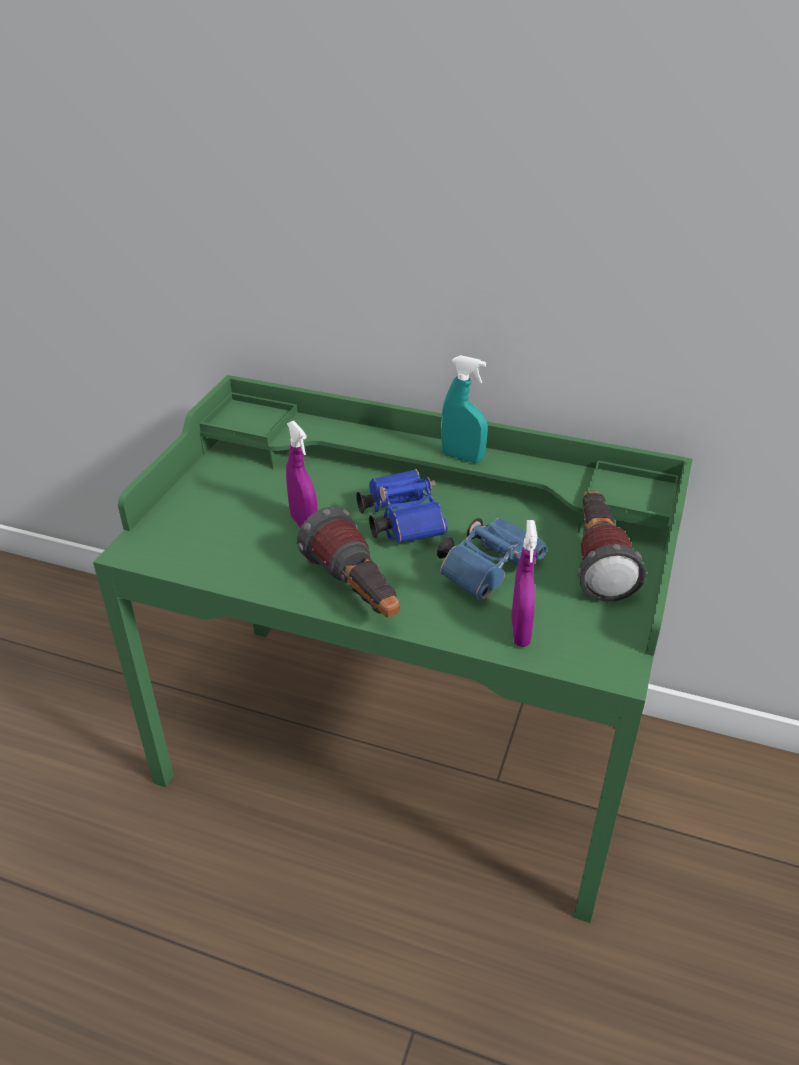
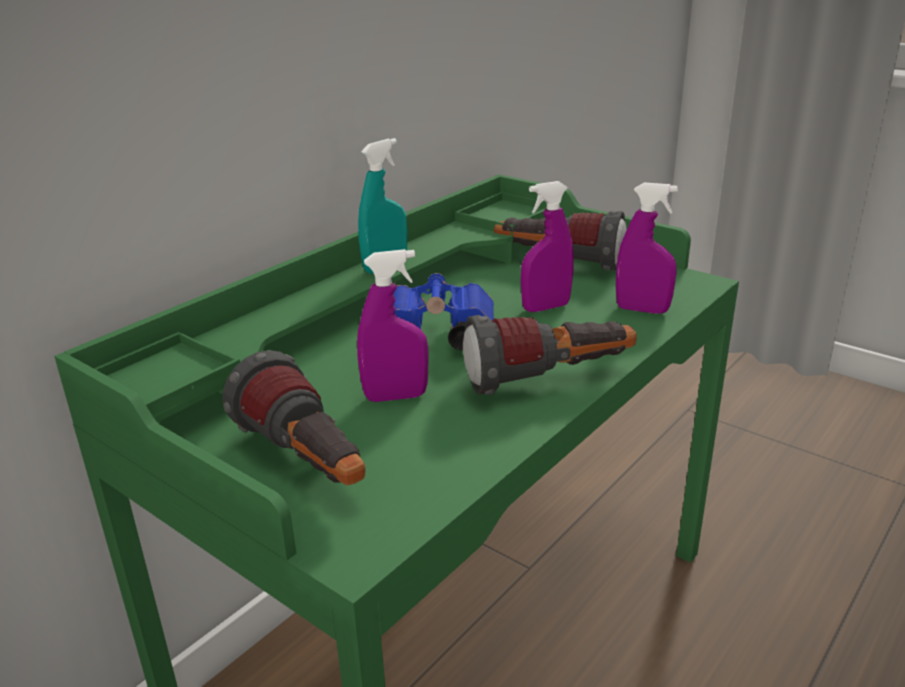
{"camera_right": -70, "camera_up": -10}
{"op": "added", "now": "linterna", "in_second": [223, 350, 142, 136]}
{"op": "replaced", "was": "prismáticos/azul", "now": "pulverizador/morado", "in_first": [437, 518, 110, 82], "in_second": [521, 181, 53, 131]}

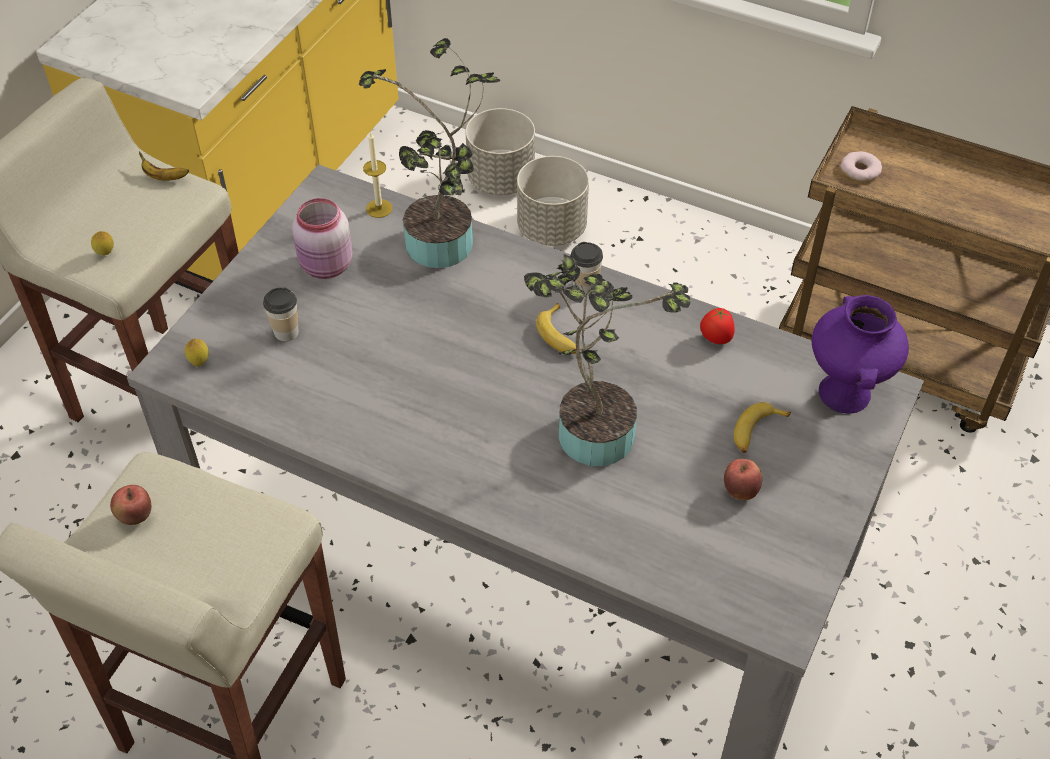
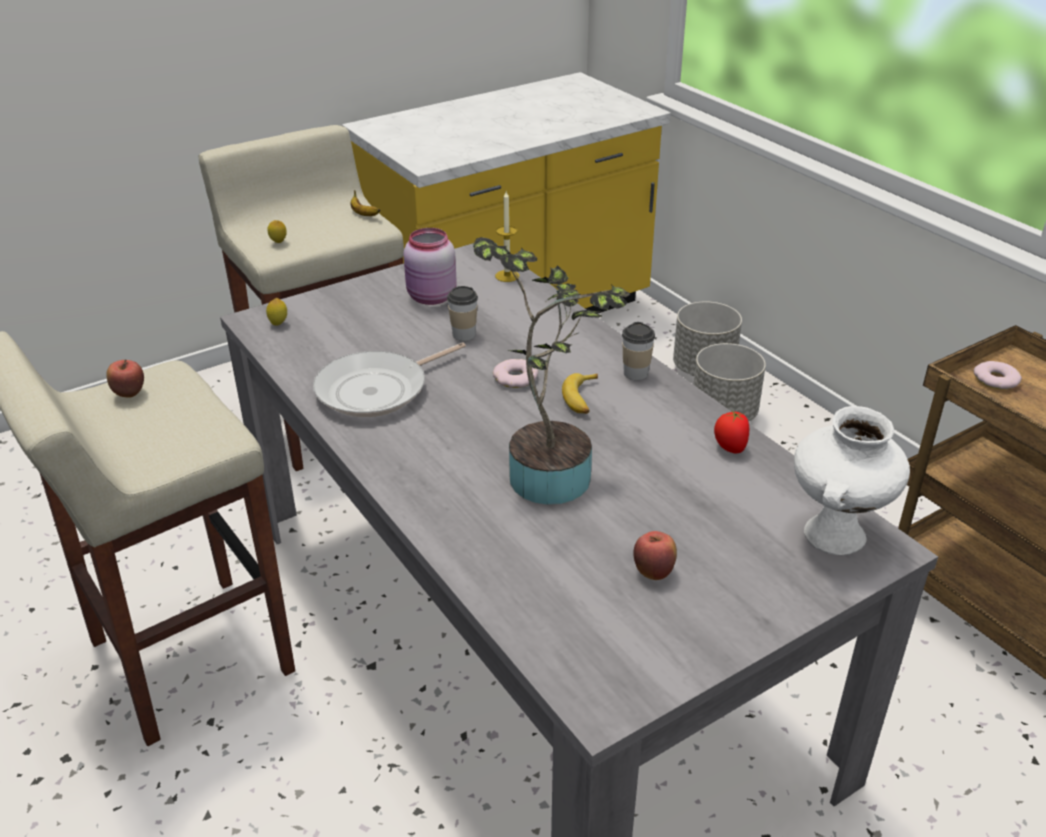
{"camera_right": 30, "camera_up": -15}
{"op": "added", "now": "sartén", "in_second": [313, 342, 153, 75]}
{"op": "moved", "was": "taza", "in_first": [263, 288, 36, 54], "in_second": [447, 286, 31, 55]}
{"op": "added", "now": "rosquilla", "in_second": [493, 359, 45, 29]}
{"op": "recoloured", "was": "florero/morado", "now": "florero/blanco", "in_first": [812, 295, 97, 119], "in_second": [794, 406, 116, 149]}
{"op": "removed", "was": "planta en maceta", "in_first": [359, 38, 141, 230]}
{"op": "removed", "was": "plátano", "in_first": [734, 402, 57, 51]}

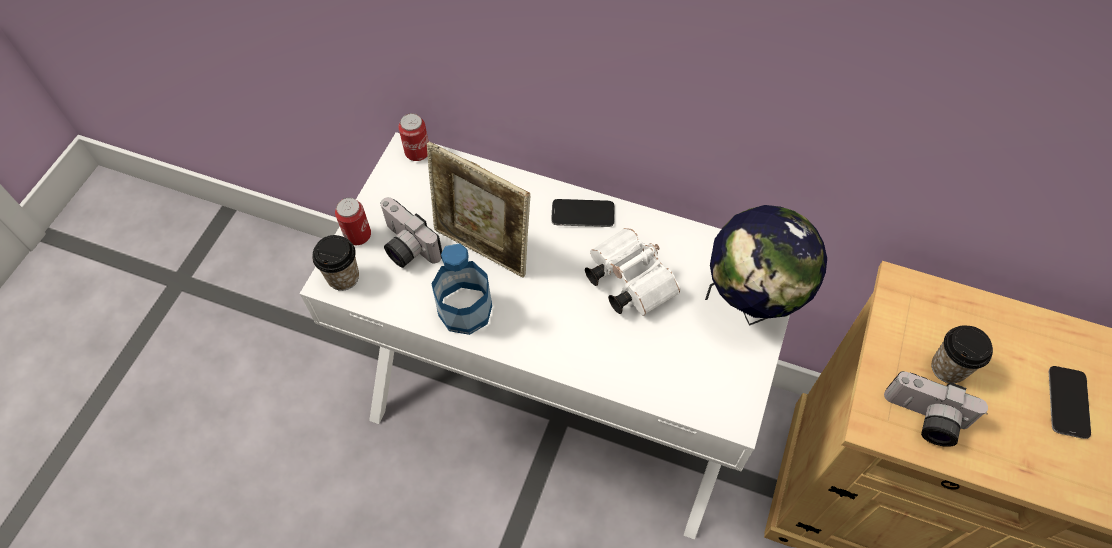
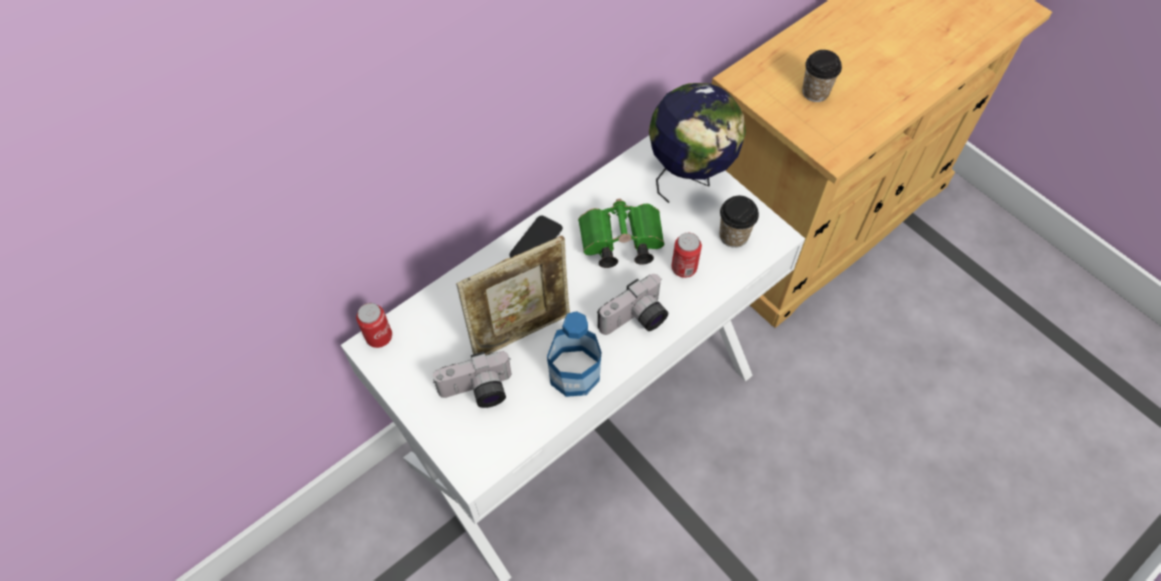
{"camera_right": -60, "camera_up": 0}
{"op": "recoloured", "was": "prismáticos/blanco", "now": "prismáticos/verde", "in_first": [585, 228, 96, 87], "in_second": [578, 199, 86, 69]}
{"op": "moved", "was": "cámara", "in_first": [884, 371, 104, 76], "in_second": [597, 274, 71, 61]}
{"op": "moved", "was": "lata", "in_first": [335, 198, 36, 47], "in_second": [671, 233, 31, 45]}
{"op": "moved", "was": "taza", "in_first": [312, 235, 47, 56], "in_second": [719, 196, 40, 52]}
{"op": "removed", "was": "móvil", "in_first": [1049, 366, 42, 73]}

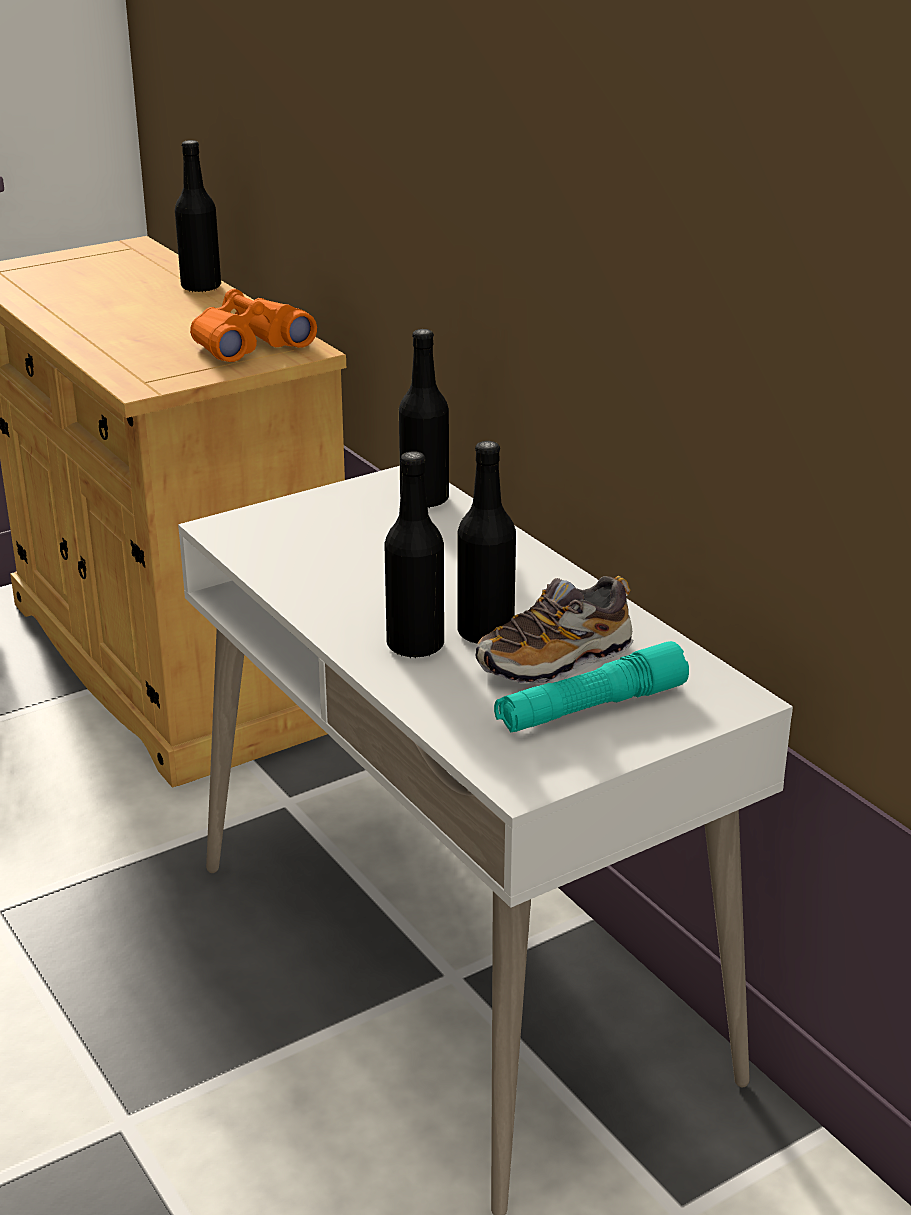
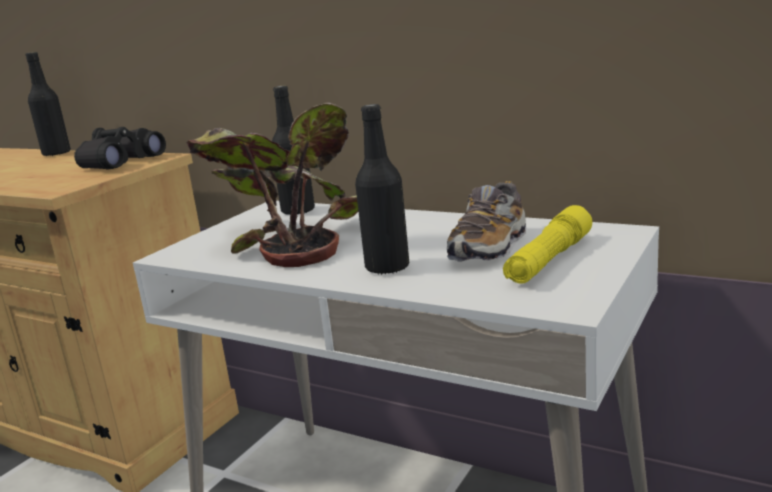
{"camera_right": -25, "camera_up": -10}
{"op": "recoloured", "was": "prismáticos/naranja", "now": "prismáticos/negro", "in_first": [190, 289, 127, 73], "in_second": [74, 127, 92, 43]}
{"op": "added", "now": "planta en maceta", "in_second": [187, 103, 171, 164]}
{"op": "recoloured", "was": "linterna/turquesa", "now": "linterna/amarillo", "in_first": [494, 641, 195, 92], "in_second": [503, 205, 89, 79]}
{"op": "removed", "was": "botella/negro", "in_first": [457, 441, 59, 202]}

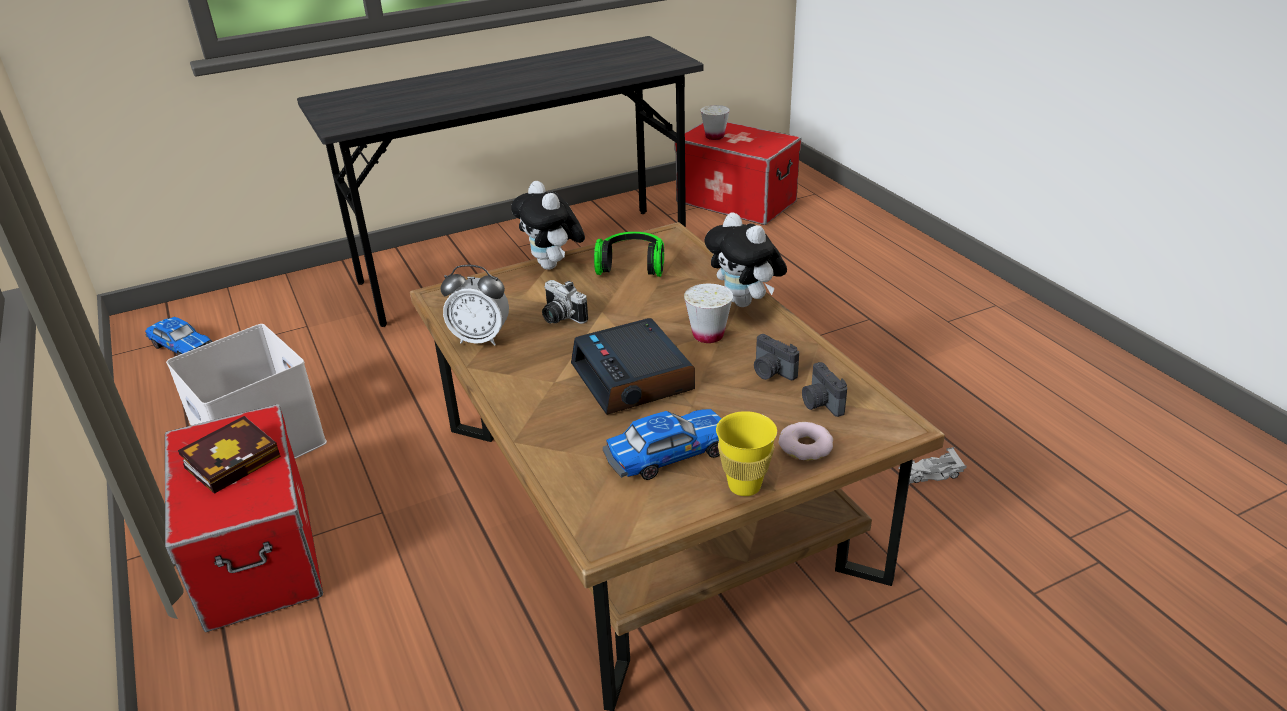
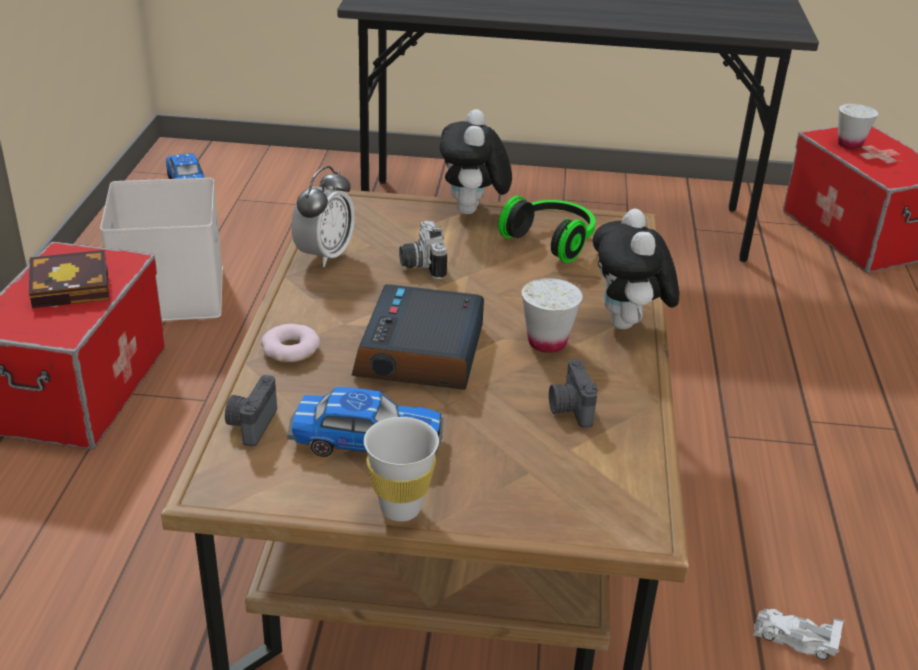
{"camera_right": 30, "camera_up": 0}
{"op": "moved", "was": "cámara", "in_first": [802, 362, 45, 55], "in_second": [225, 375, 52, 72]}
{"op": "moved", "was": "rosquilla", "in_first": [779, 422, 54, 38], "in_second": [261, 324, 59, 38]}
{"op": "turned", "was": "despertador", "in_first": [440, 265, 69, 81], "in_second": [291, 166, 64, 101], "clockwise": -105}
{"op": "recoloured", "was": "taza/amarillo", "now": "taza/blanco", "in_first": [716, 411, 61, 85], "in_second": [364, 417, 75, 105]}

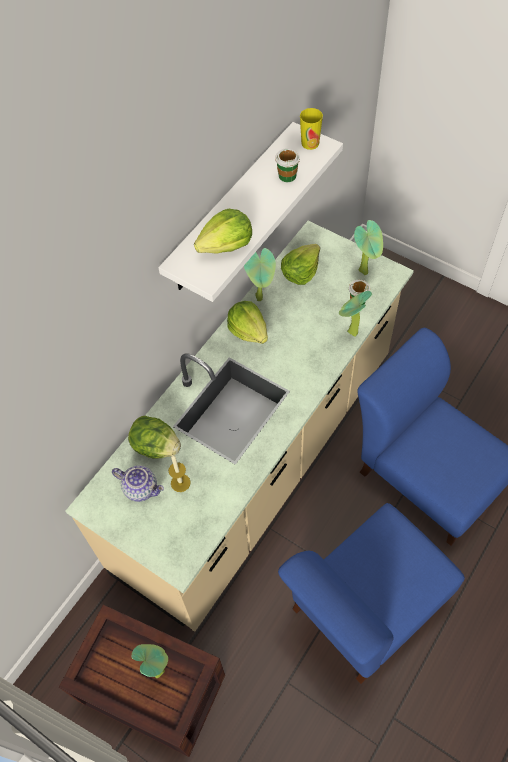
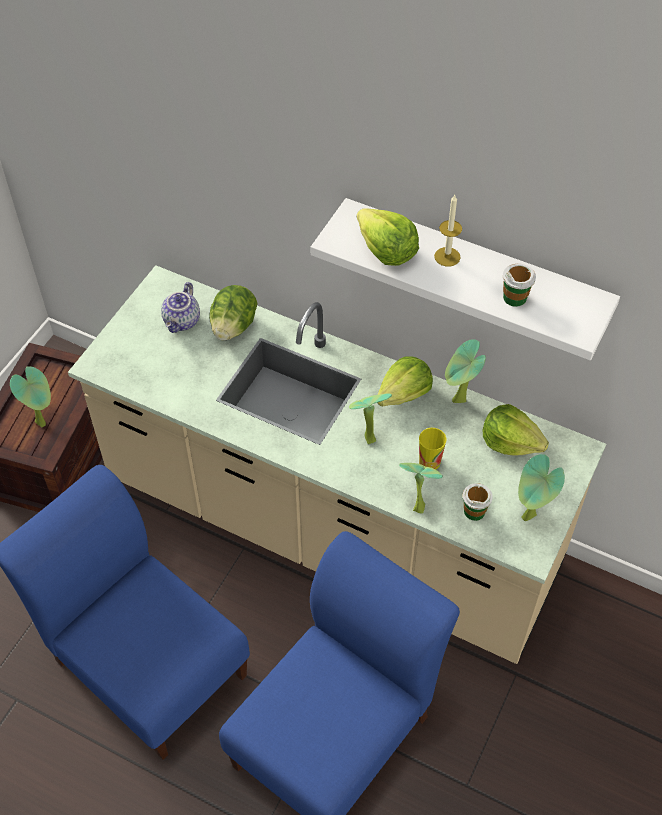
{"camera_right": 80, "camera_up": -5}
{"op": "added", "now": "planta en maceta", "in_second": [349, 393, 43, 51]}
{"op": "moved", "was": "taza", "in_first": [300, 108, 23, 42], "in_second": [419, 428, 27, 42]}
{"op": "moved", "was": "vela", "in_first": [168, 455, 23, 37], "in_second": [434, 195, 28, 72]}

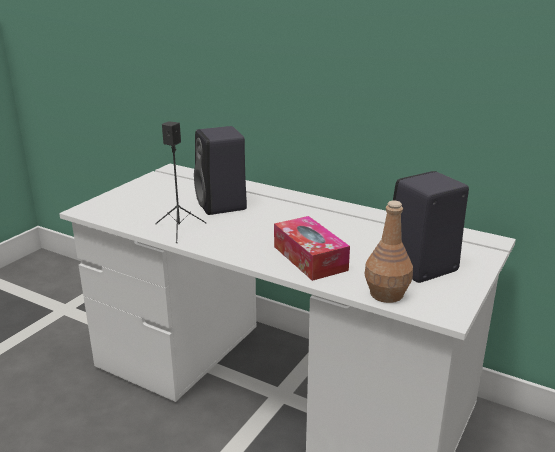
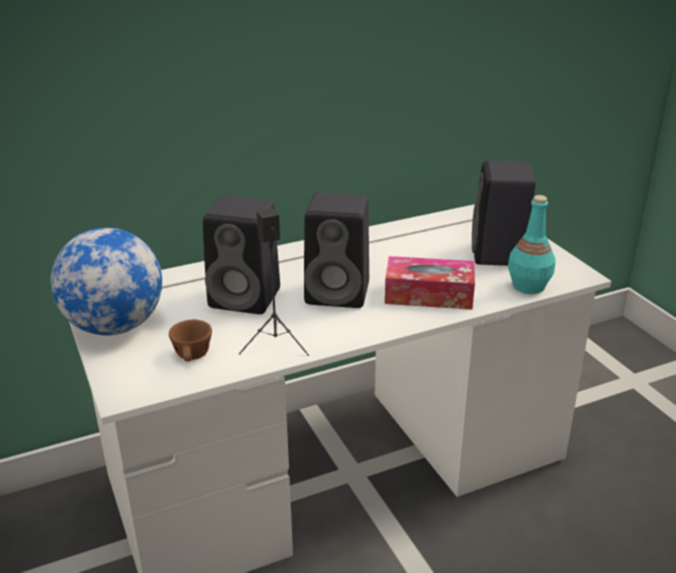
{"camera_right": -55, "camera_up": 5}
{"op": "added", "now": "globo terráqueo", "in_second": [51, 228, 111, 108]}
{"op": "added", "now": "taza/marrón", "in_second": [169, 320, 43, 42]}
{"op": "added", "now": "altavoz/negro", "in_second": [304, 192, 65, 116]}
{"op": "recoloured", "was": "botella/marrón", "now": "botella/turquesa", "in_first": [365, 200, 48, 103], "in_second": [508, 195, 48, 99]}

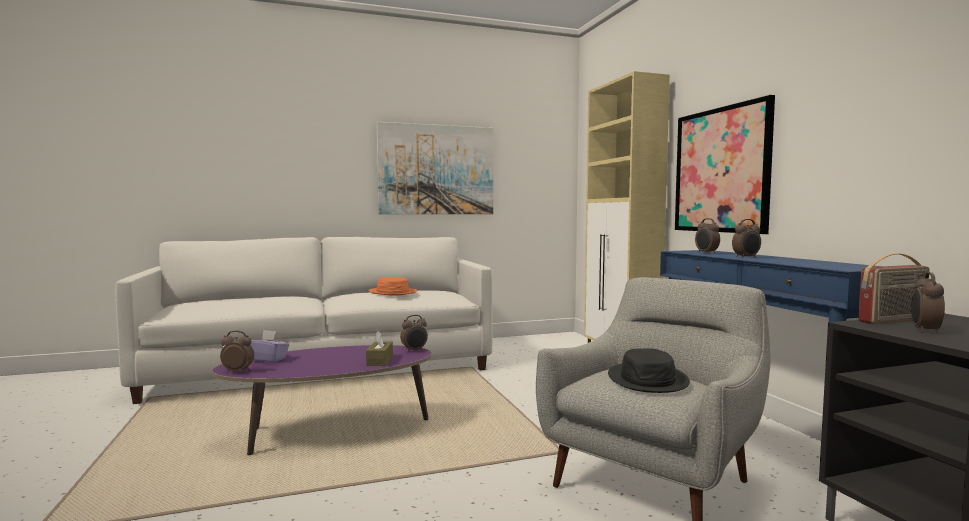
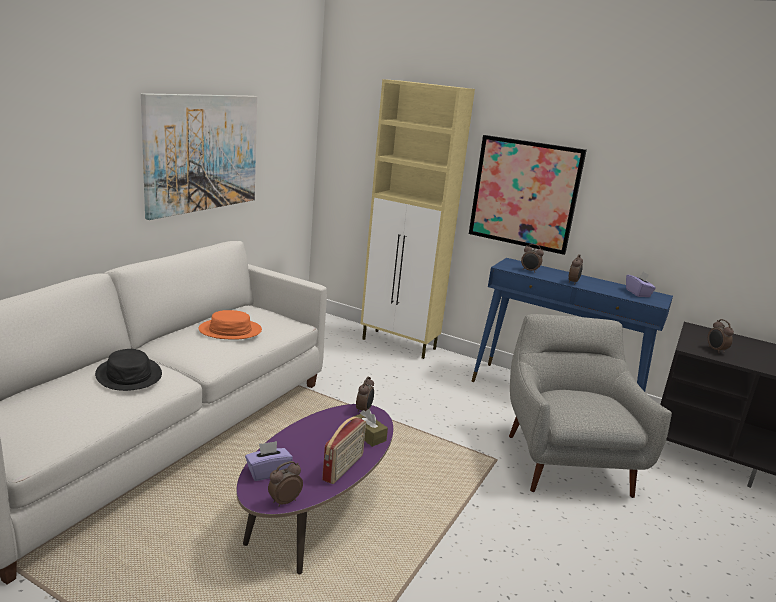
{"camera_right": -45, "camera_up": 15}
{"op": "moved", "was": "sombrero/negro", "in_first": [608, 348, 82, 45], "in_second": [95, 349, 67, 42]}
{"op": "moved", "was": "radio", "in_first": [858, 253, 72, 71], "in_second": [322, 417, 44, 67]}
{"op": "added", "now": "caja de pañuelos/morado", "in_second": [626, 271, 30, 26]}

